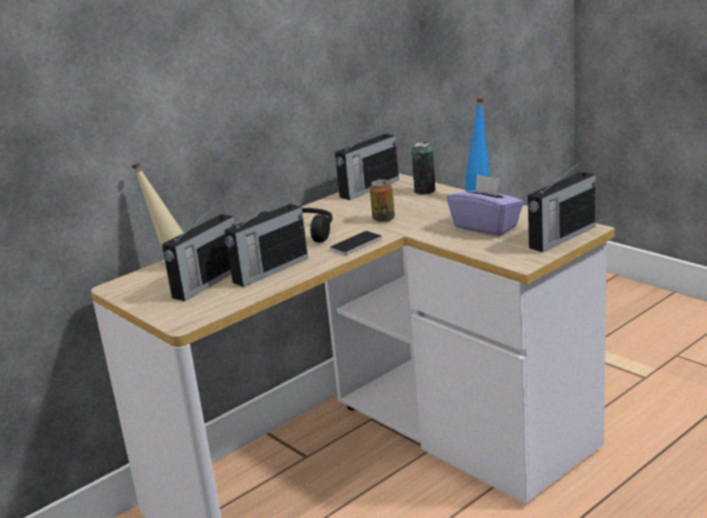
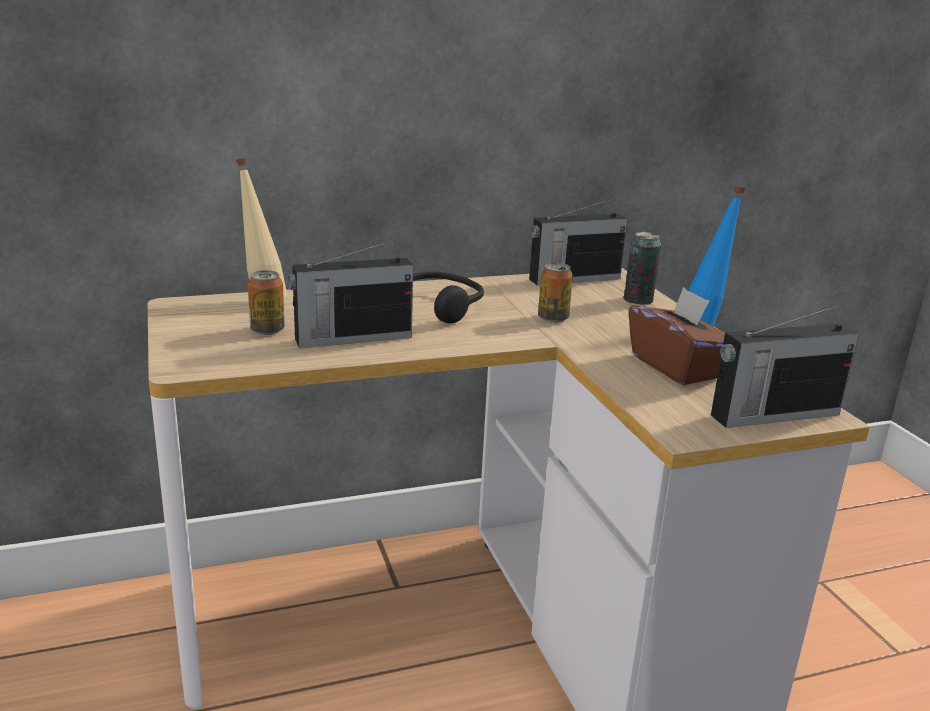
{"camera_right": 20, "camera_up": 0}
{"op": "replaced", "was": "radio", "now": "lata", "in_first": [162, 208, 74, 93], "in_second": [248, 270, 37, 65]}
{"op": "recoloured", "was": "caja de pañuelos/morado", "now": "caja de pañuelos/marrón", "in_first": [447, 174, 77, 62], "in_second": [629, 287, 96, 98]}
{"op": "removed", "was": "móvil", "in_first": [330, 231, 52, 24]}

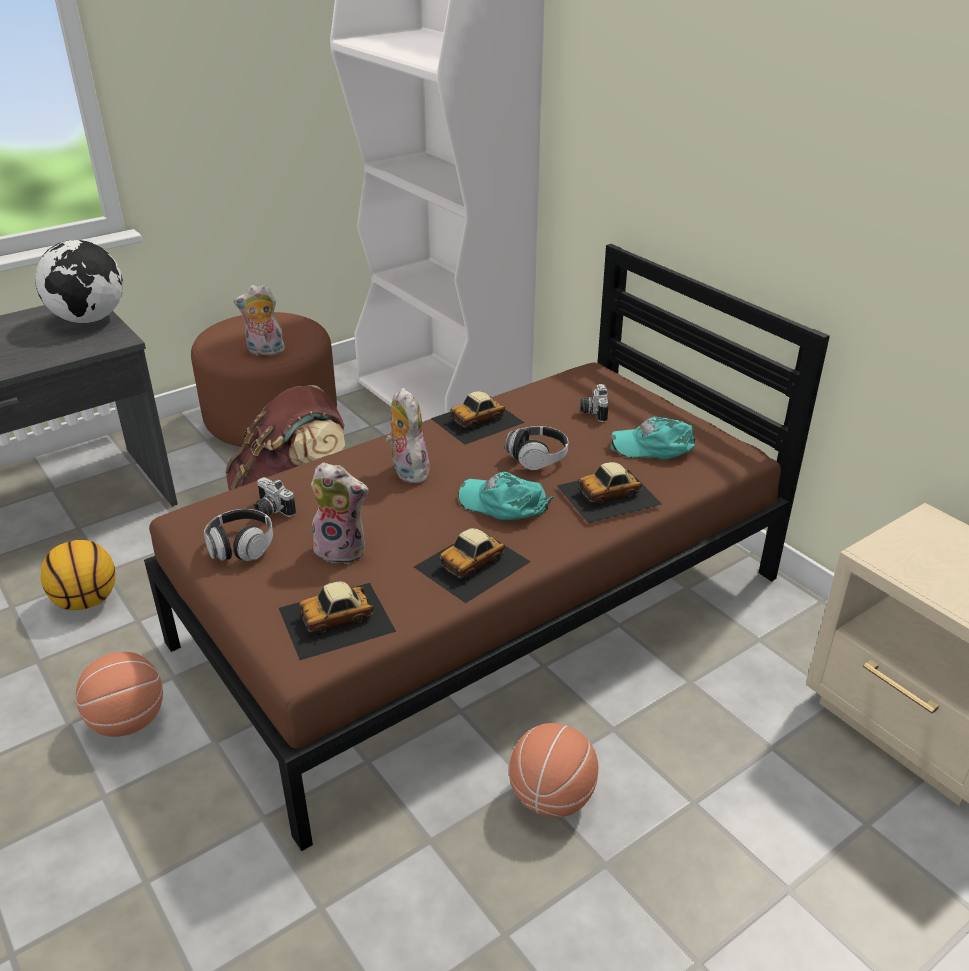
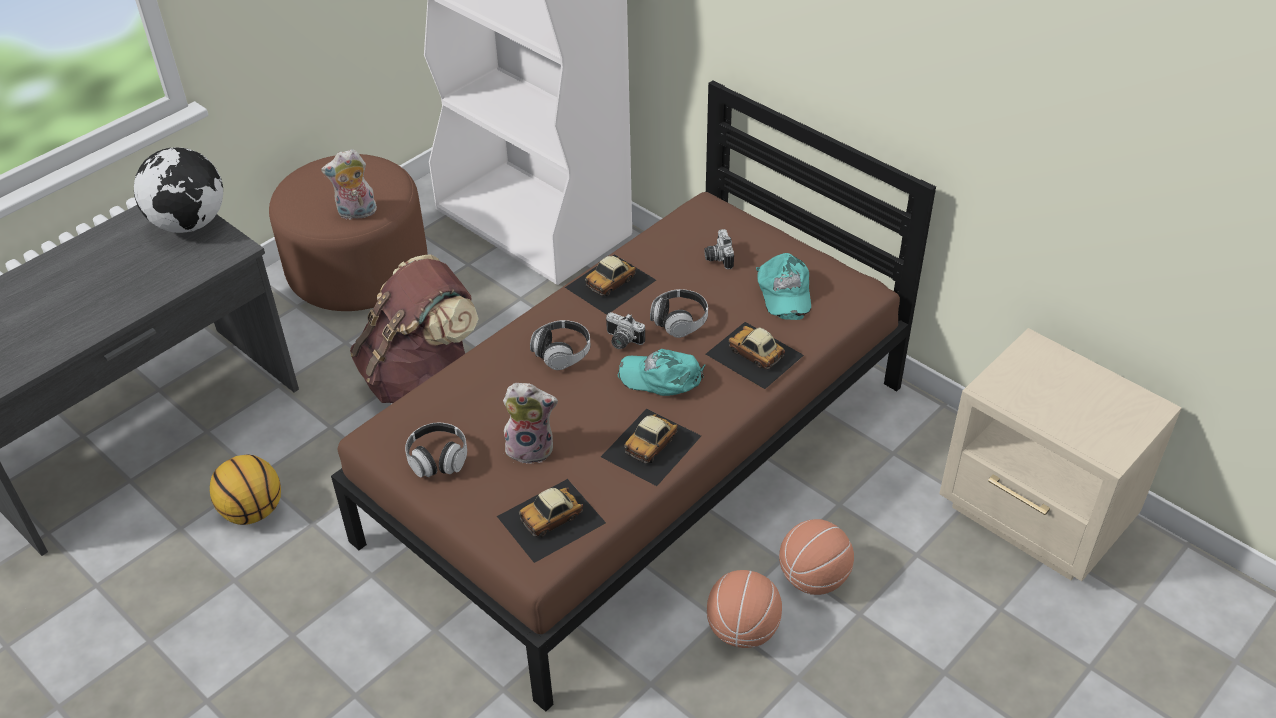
{"camera_right": -10, "camera_up": 10}
{"op": "replaced", "was": "peluche", "now": "auriculares", "in_first": [386, 388, 44, 95], "in_second": [530, 320, 60, 50]}
{"op": "moved", "was": "cámara", "in_first": [254, 477, 42, 40], "in_second": [606, 312, 39, 37]}
{"op": "turned", "was": "coche de juguete", "in_first": [557, 462, 106, 61], "in_second": [706, 322, 98, 67], "clockwise": 75}
{"op": "turned", "was": "gorra/turquesa", "in_first": [610, 417, 85, 42], "in_second": [756, 253, 55, 67], "clockwise": -90}
{"op": "moved", "was": "balón de baloncesto", "in_first": [76, 652, 87, 85], "in_second": [779, 519, 75, 76]}

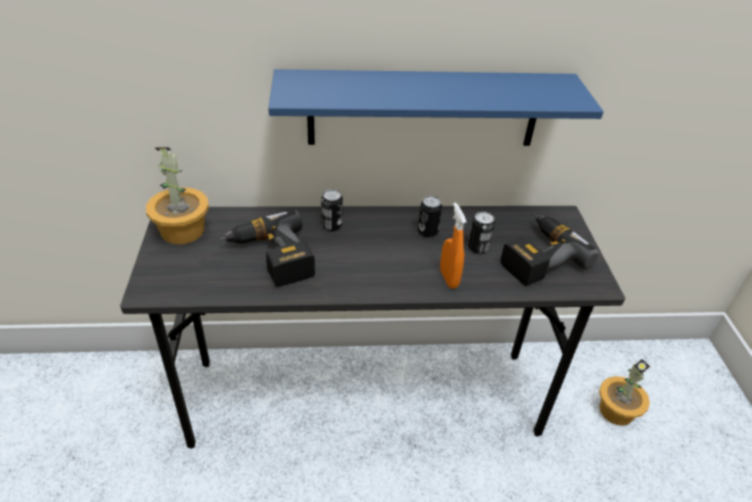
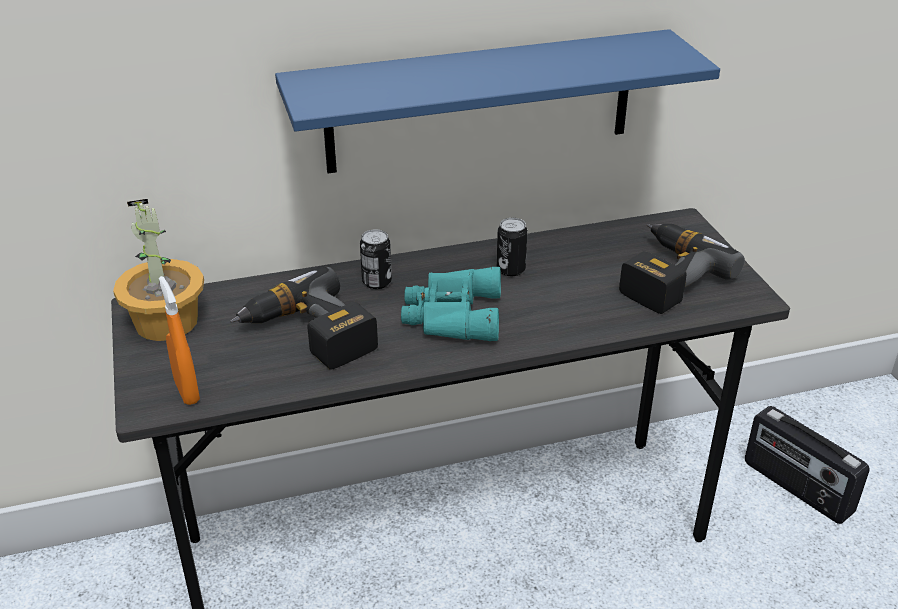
{"camera_right": -10, "camera_up": -5}
{"op": "moved", "was": "pulverizador/naranja", "in_first": [440, 203, 26, 85], "in_second": [159, 276, 41, 129]}
{"op": "added", "now": "prismáticos/turquesa", "in_second": [401, 267, 100, 74]}
{"op": "replaced", "was": "planta en maceta", "now": "radio", "in_first": [599, 359, 51, 67], "in_second": [745, 406, 125, 118]}
{"op": "removed", "was": "lata", "in_first": [468, 212, 27, 42]}

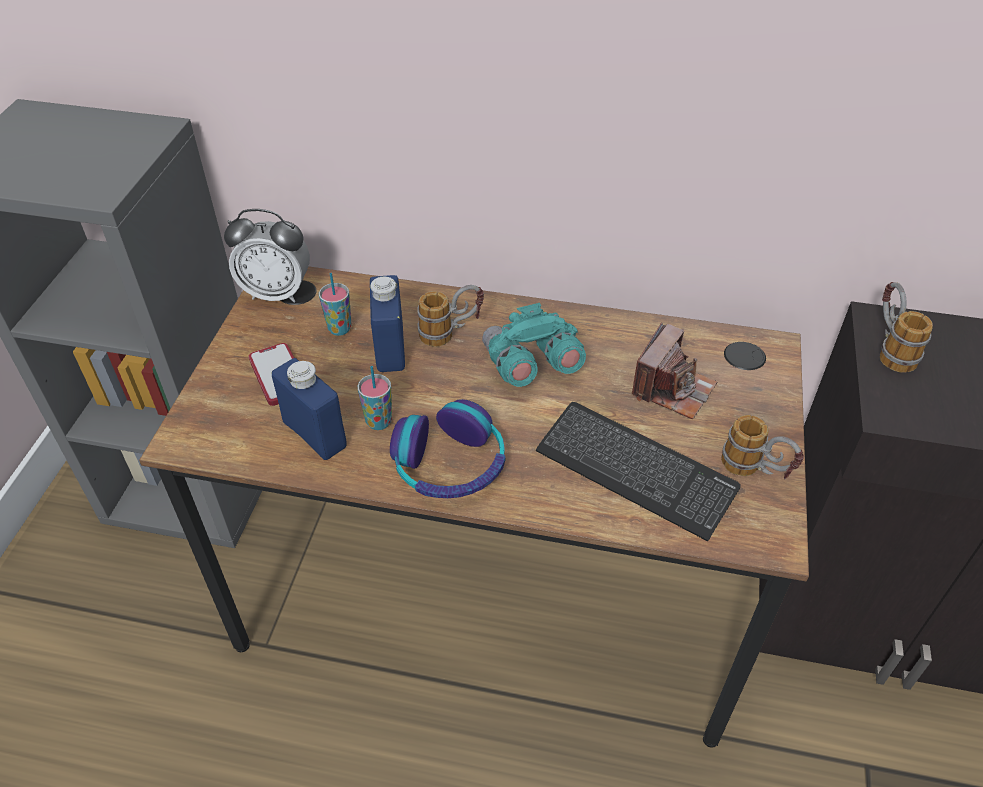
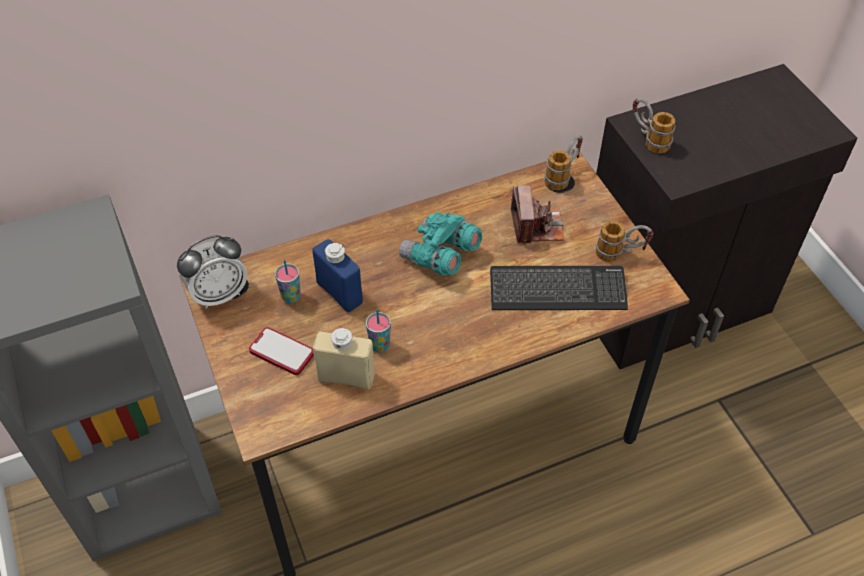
{"camera_right": -35, "camera_up": 5}
{"op": "recoloured", "was": "botella/azul", "now": "botella/beis", "in_first": [271, 358, 76, 102], "in_second": [313, 328, 62, 61]}
{"op": "moved", "was": "taza grande", "in_first": [417, 285, 67, 62], "in_second": [544, 135, 39, 55]}
{"op": "removed", "was": "auriculares", "in_first": [390, 399, 116, 99]}

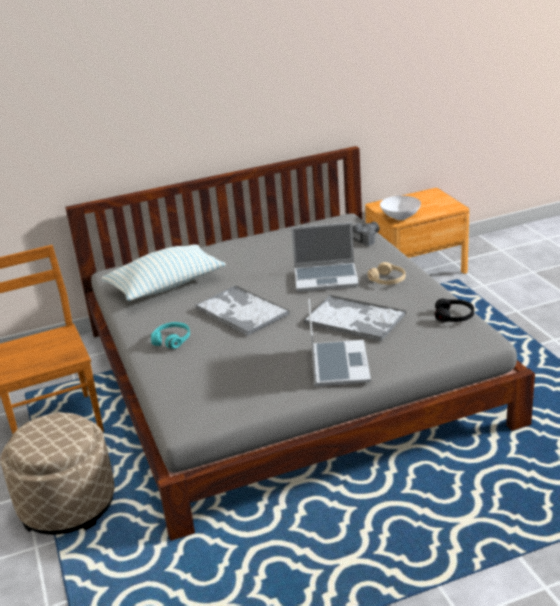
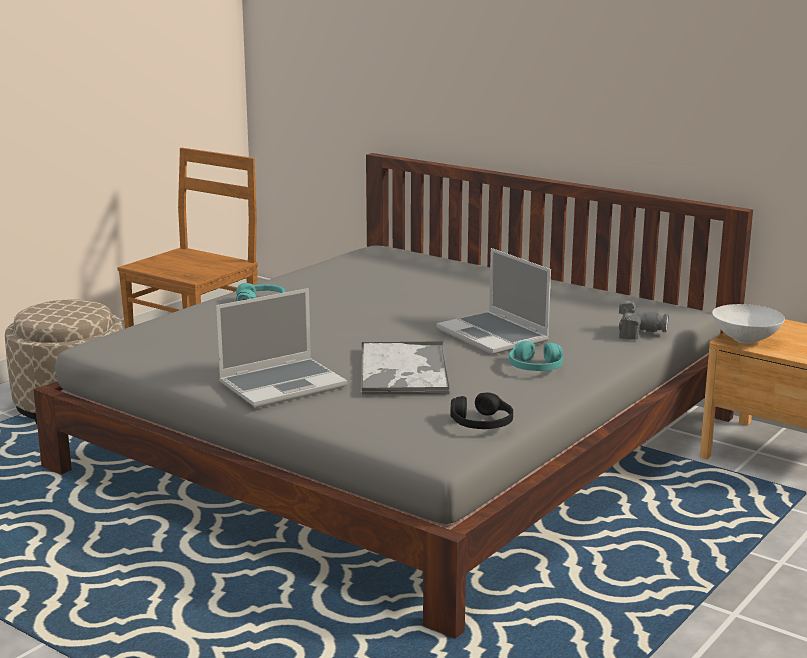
{"camera_right": 55, "camera_up": -10}
{"op": "recoloured", "was": "auriculares/beis", "now": "auriculares/turquesa", "in_first": [368, 262, 38, 23], "in_second": [509, 341, 54, 30]}
{"op": "removed", "was": "cojín", "in_first": [102, 245, 124, 56]}
{"op": "removed", "was": "bandeja", "in_first": [195, 285, 95, 51]}

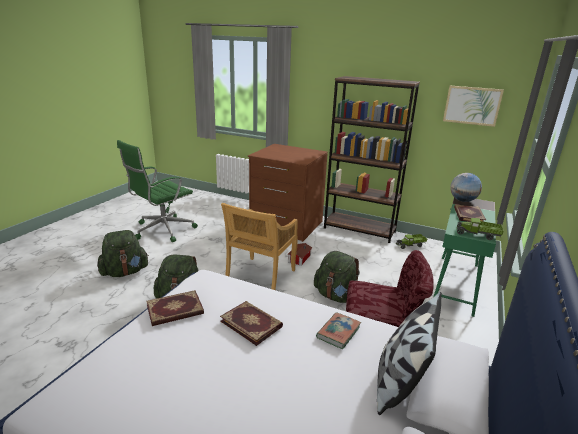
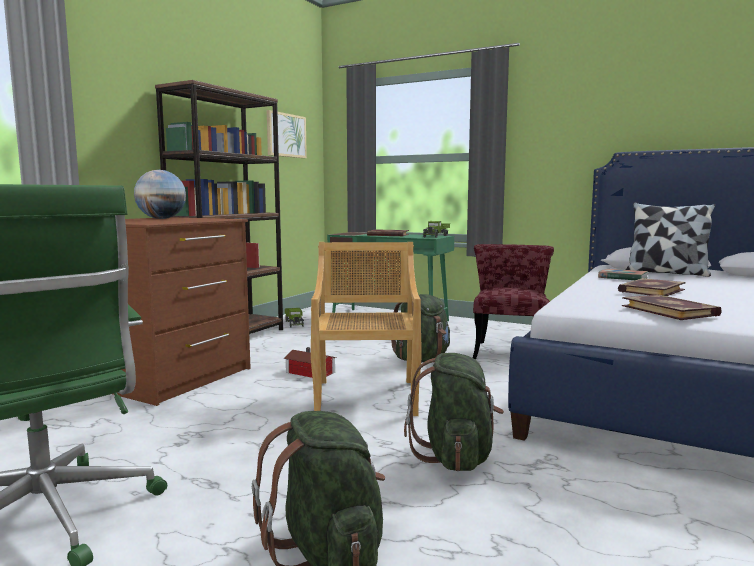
{"camera_right": -85, "camera_up": -15}
{"op": "moved", "was": "globo terráqueo", "in_first": [450, 173, 32, 29], "in_second": [134, 170, 52, 49]}
{"op": "turned", "was": "silla/beis", "in_first": [221, 203, 77, 87], "in_second": [311, 242, 111, 174], "clockwise": -120}

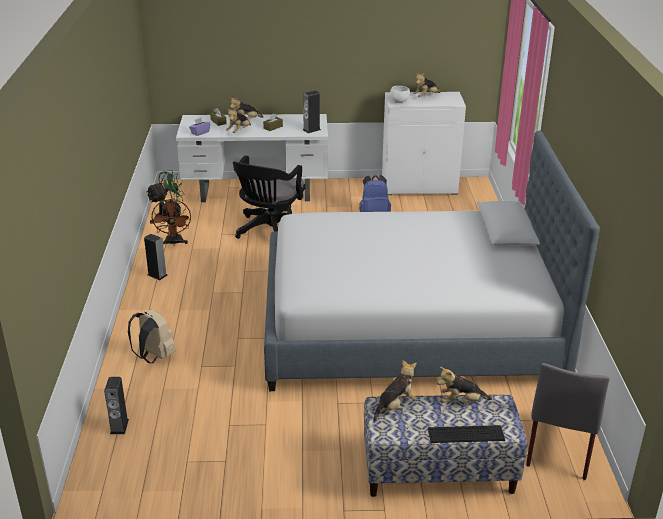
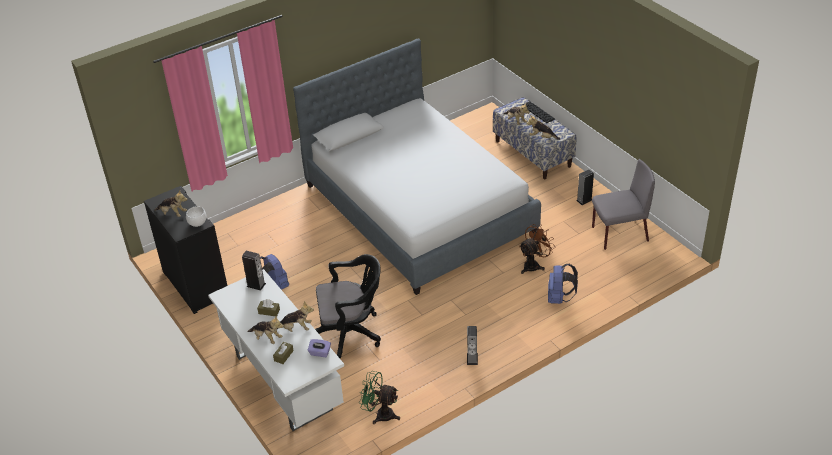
{"camera_right": -120, "camera_up": 10}
{"op": "recoloured", "was": "armario/blanco", "now": "armario/negro", "in_first": [382, 92, 84, 103], "in_second": [144, 186, 83, 128]}
{"op": "moved", "was": "ventilador/marrón", "in_first": [152, 199, 39, 47], "in_second": [519, 224, 37, 50]}
{"op": "recoloured", "was": "mochila/beis", "now": "mochila/azul", "in_first": [128, 310, 48, 53], "in_second": [548, 264, 30, 40]}
{"op": "moved", "was": "altavoz", "in_first": [104, 377, 25, 57], "in_second": [576, 170, 18, 35]}
{"op": "moved", "was": "silla/gris", "in_first": [526, 363, 84, 117], "in_second": [592, 159, 63, 91]}

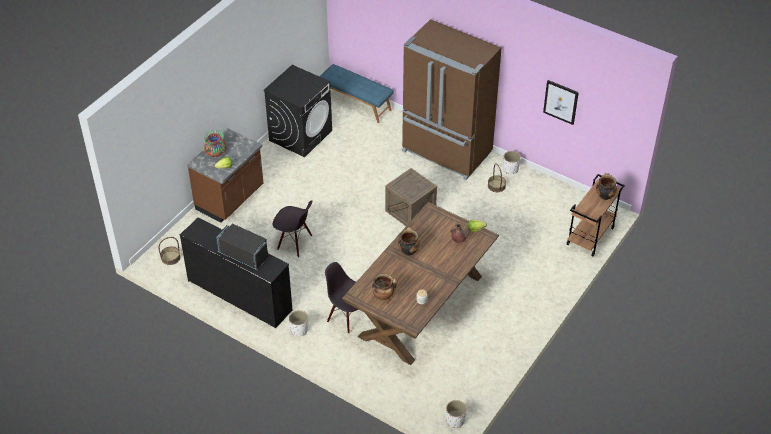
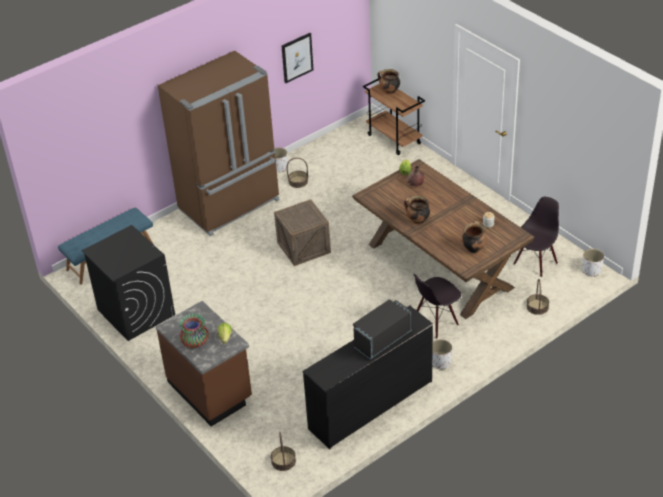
{"camera_right": -70, "camera_up": -5}
{"op": "moved", "was": "silla/negro", "in_first": [273, 200, 39, 58], "in_second": [513, 197, 46, 80]}
{"op": "added", "now": "cesta", "in_second": [526, 279, 23, 36]}

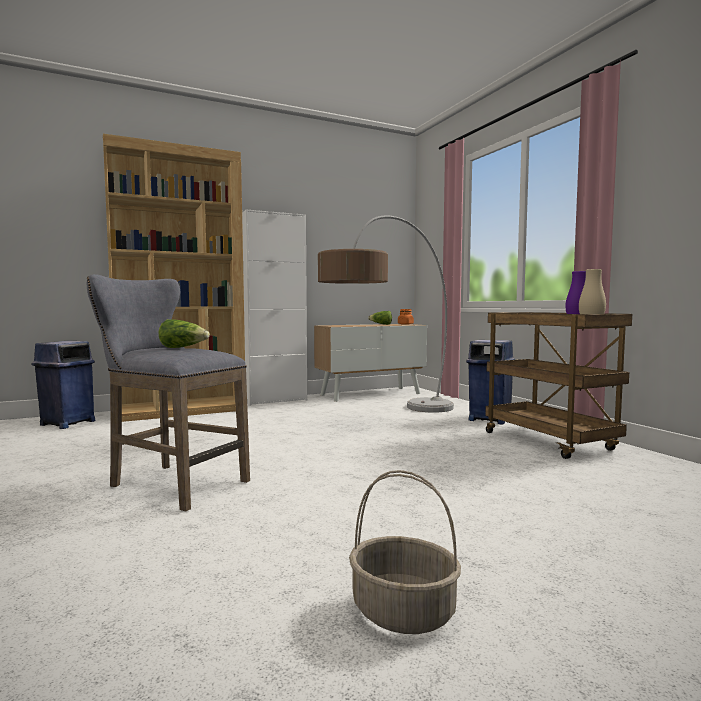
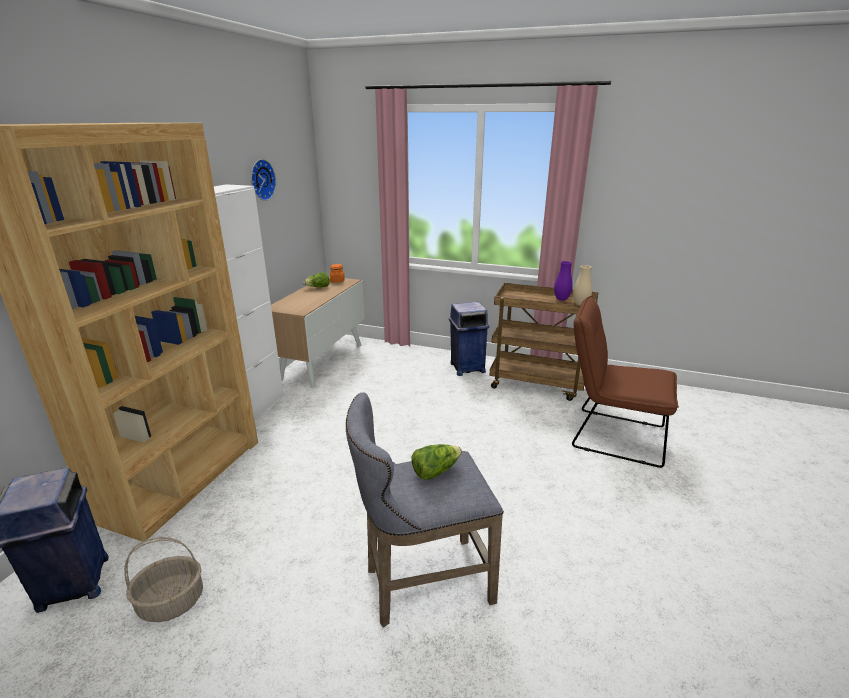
{"camera_right": -45, "camera_up": 20}
{"op": "moved", "was": "cesta", "in_first": [349, 470, 112, 164], "in_second": [124, 537, 79, 85]}
{"op": "added", "now": "reloj de pared", "in_second": [251, 159, 25, 42]}
{"op": "added", "now": "silla/marrón", "in_second": [572, 296, 107, 172]}
{"op": "removed", "was": "lámpara de pie", "in_first": [318, 216, 136, 197]}

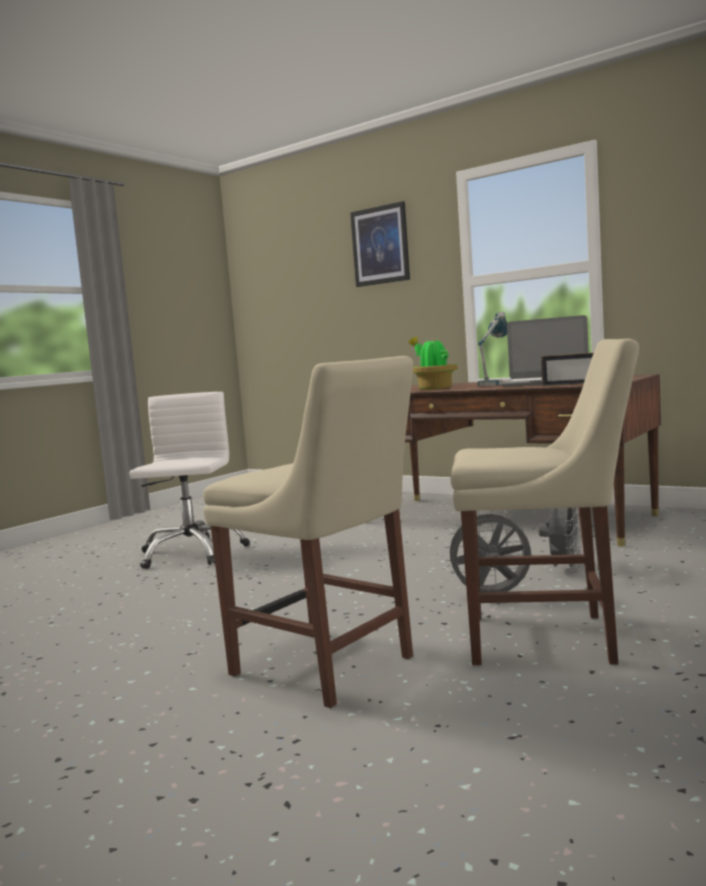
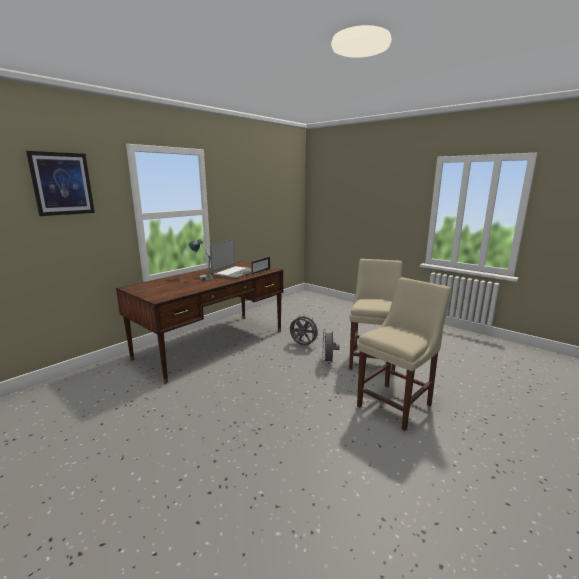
{"camera_right": -85, "camera_up": 10}
{"op": "removed", "was": "silla de oficina/blanco", "in_first": [129, 392, 121, 177]}
{"op": "removed", "was": "planta en maceta", "in_first": [409, 337, 49, 53]}

